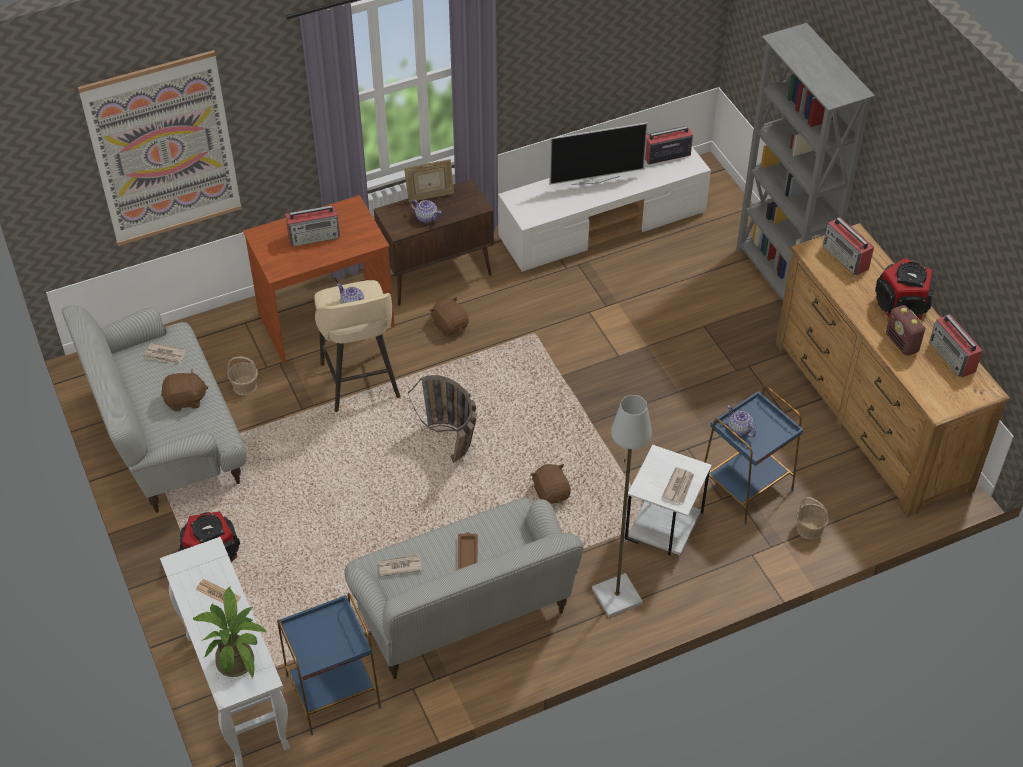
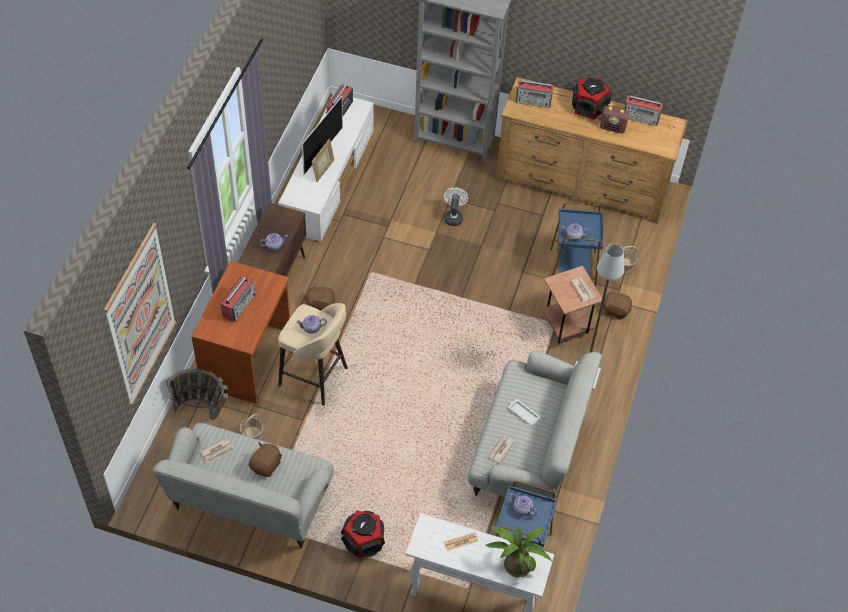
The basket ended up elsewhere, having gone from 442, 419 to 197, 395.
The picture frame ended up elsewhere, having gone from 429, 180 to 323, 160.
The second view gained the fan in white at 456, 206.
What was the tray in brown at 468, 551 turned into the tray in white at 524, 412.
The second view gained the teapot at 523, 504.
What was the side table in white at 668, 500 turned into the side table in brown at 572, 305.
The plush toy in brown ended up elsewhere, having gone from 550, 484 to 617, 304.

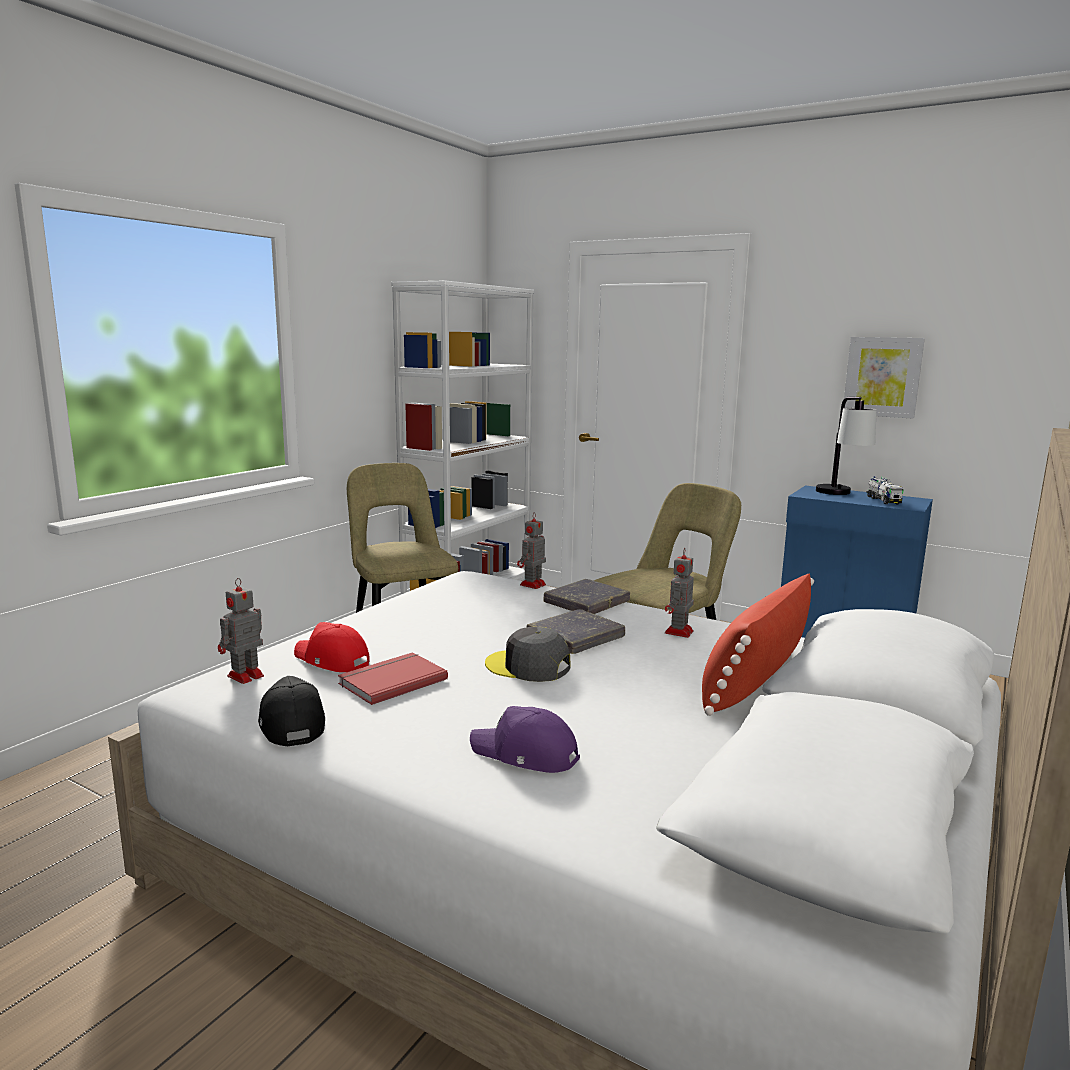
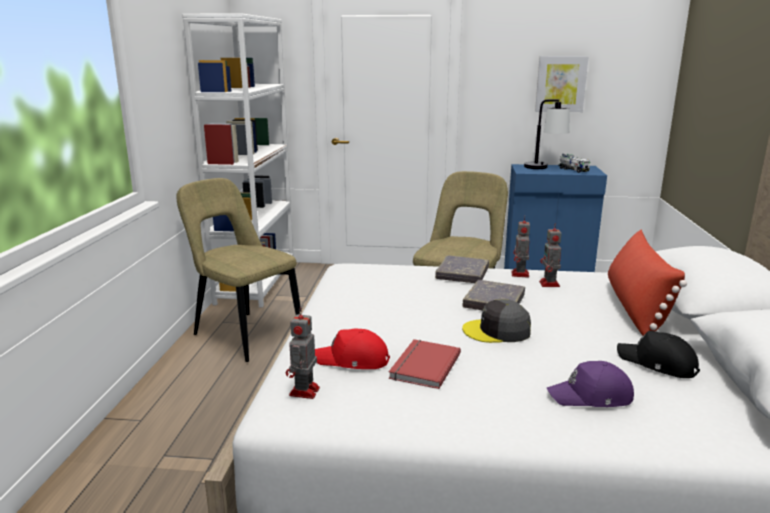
The toy robot ended up elsewhere, having gone from 531, 550 to 521, 247.
The cap in black ended up elsewhere, having gone from 291, 711 to 658, 354.

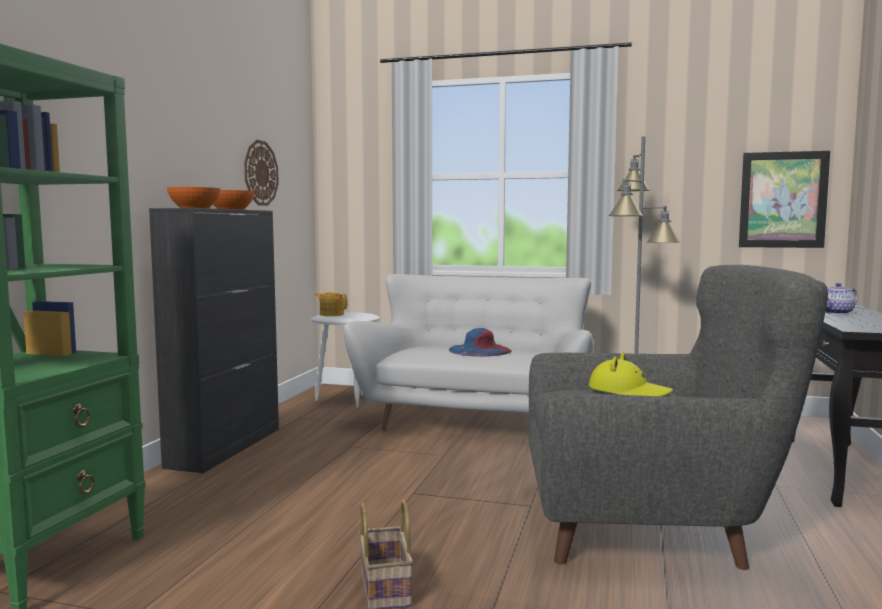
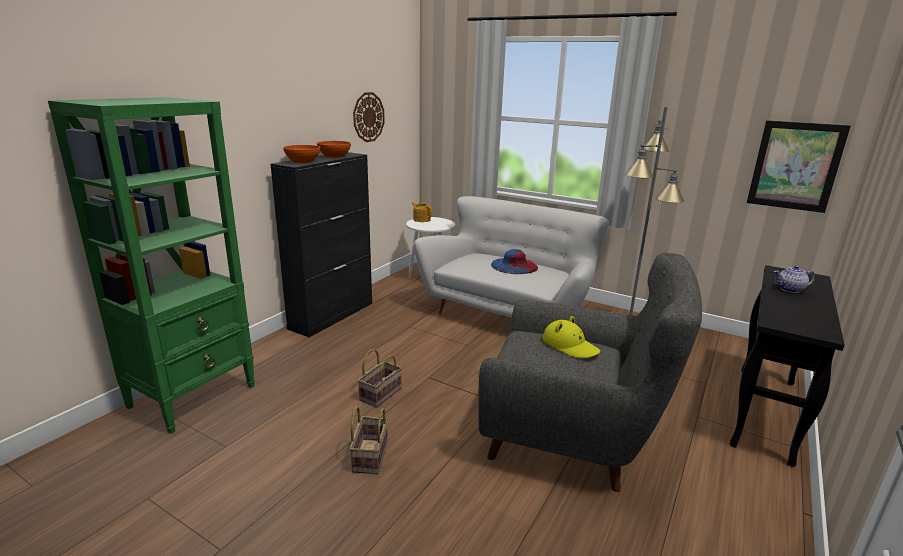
The second view gained the basket at 380, 378.

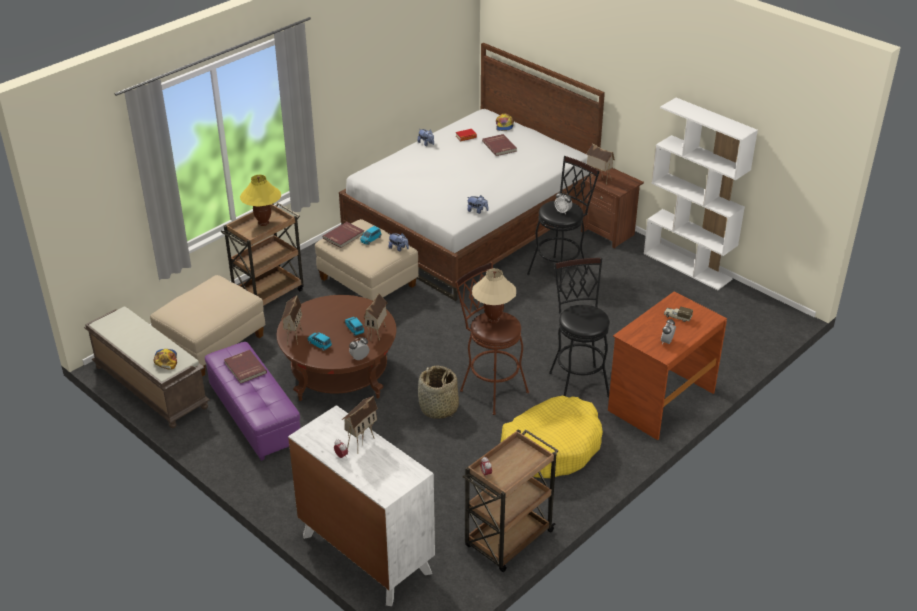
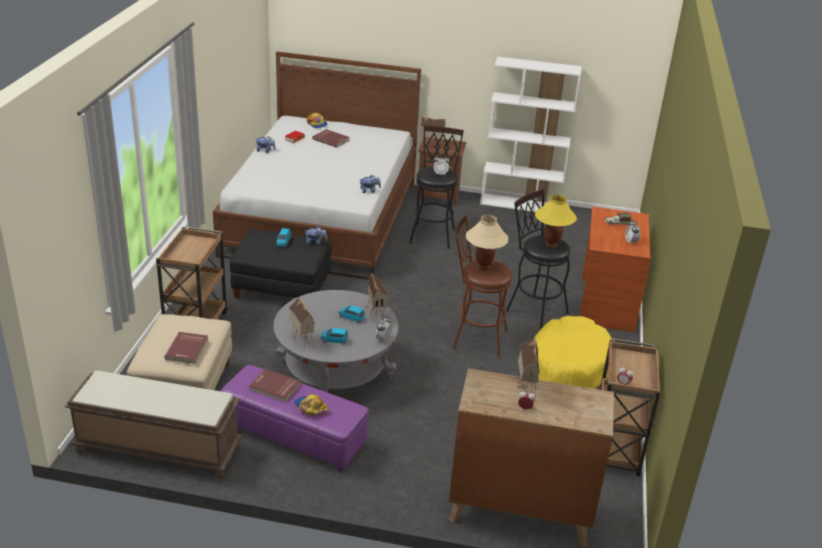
The book in red ended up elsewhere, having gone from 343, 235 to 186, 347.
What was the ottoman in beige at 367, 260 turned into the ottoman in black at 280, 264.
What was the coffee table in brown at 336, 348 turned into the coffee table in grey at 336, 341.
The cap ended up elsewhere, having gone from 165, 359 to 311, 405.
What was the dresser in white at 361, 505 turned into the dresser in brown at 531, 457.
The table lamp in yellow ended up elsewhere, having gone from 260, 200 to 556, 221.
The second view lost the basket at 438, 392.

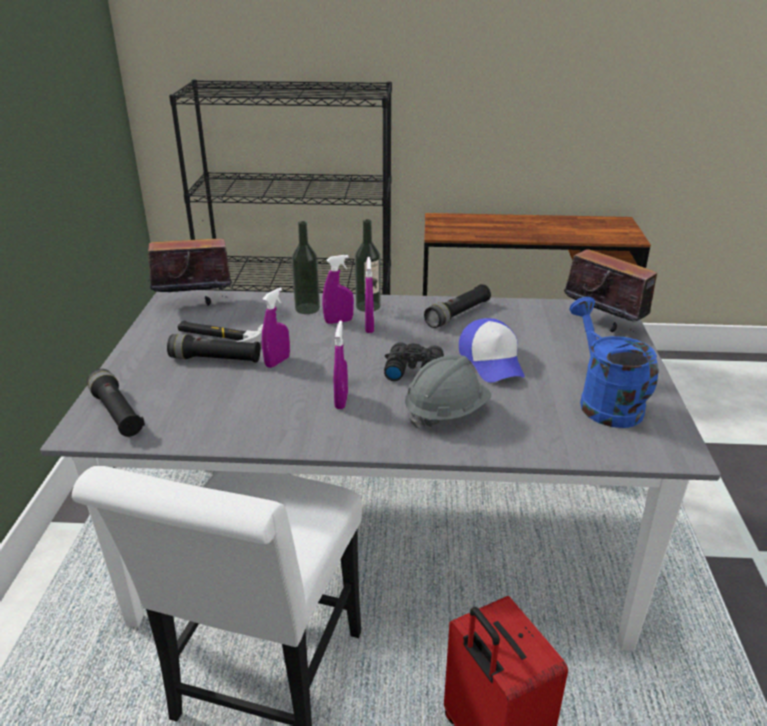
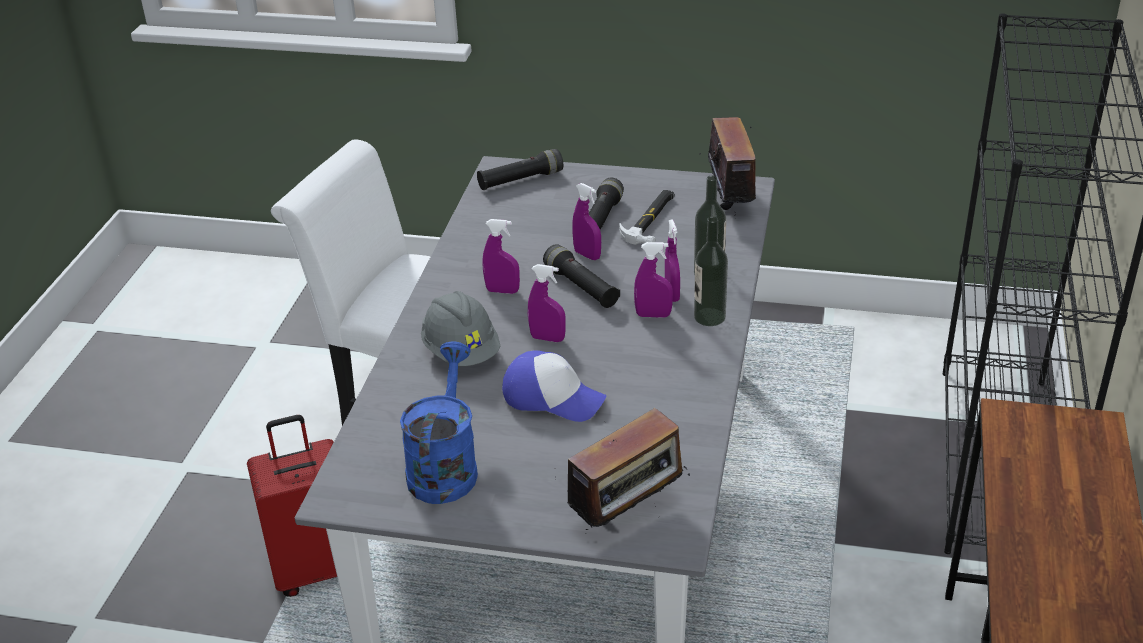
The watering can in blue at 613, 362 ended up facing another way, 75 degrees counterclockwise from before.
The cap at 492, 350 ended up facing another way, 150 degrees counterclockwise from before.
Where the binoculars in black stood at 414, 361, the spray bottle in purple came to stand at 547, 303.
The flashlight in black ended up elsewhere, having gone from 457, 306 to 581, 276.

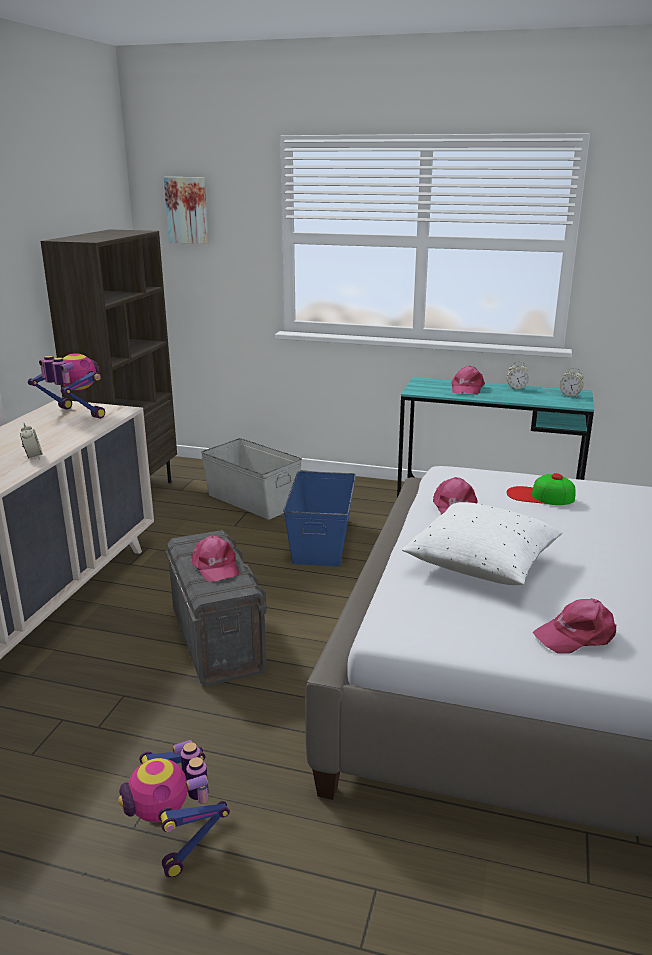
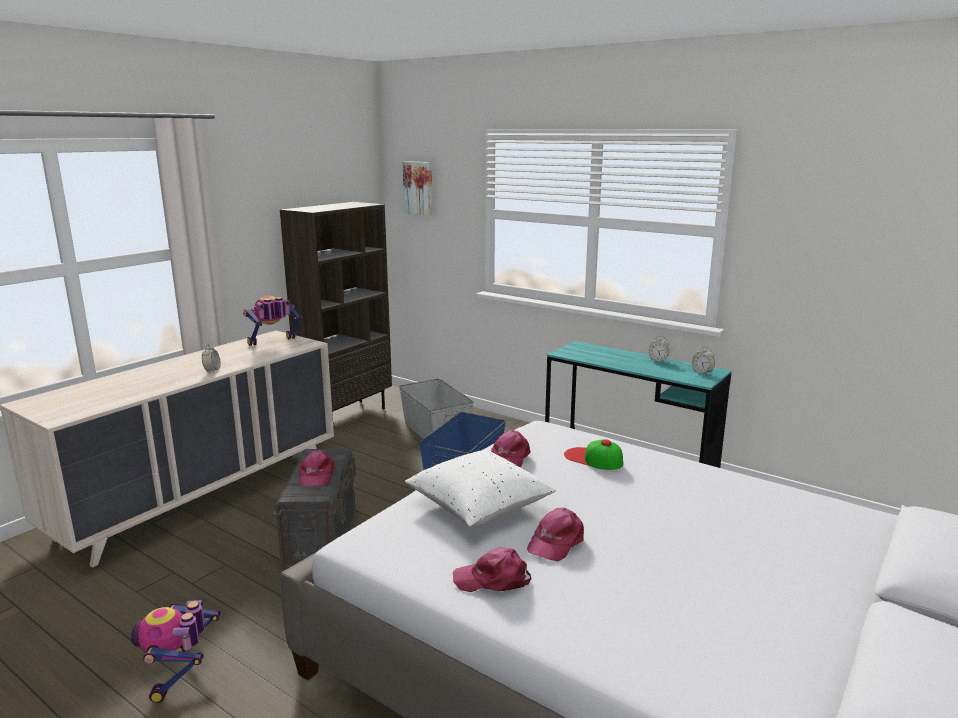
The toy robot at 66, 386 ended up facing another way, 90 degrees counterclockwise from before.
The cap in pink ended up elsewhere, having gone from 468, 380 to 555, 534.

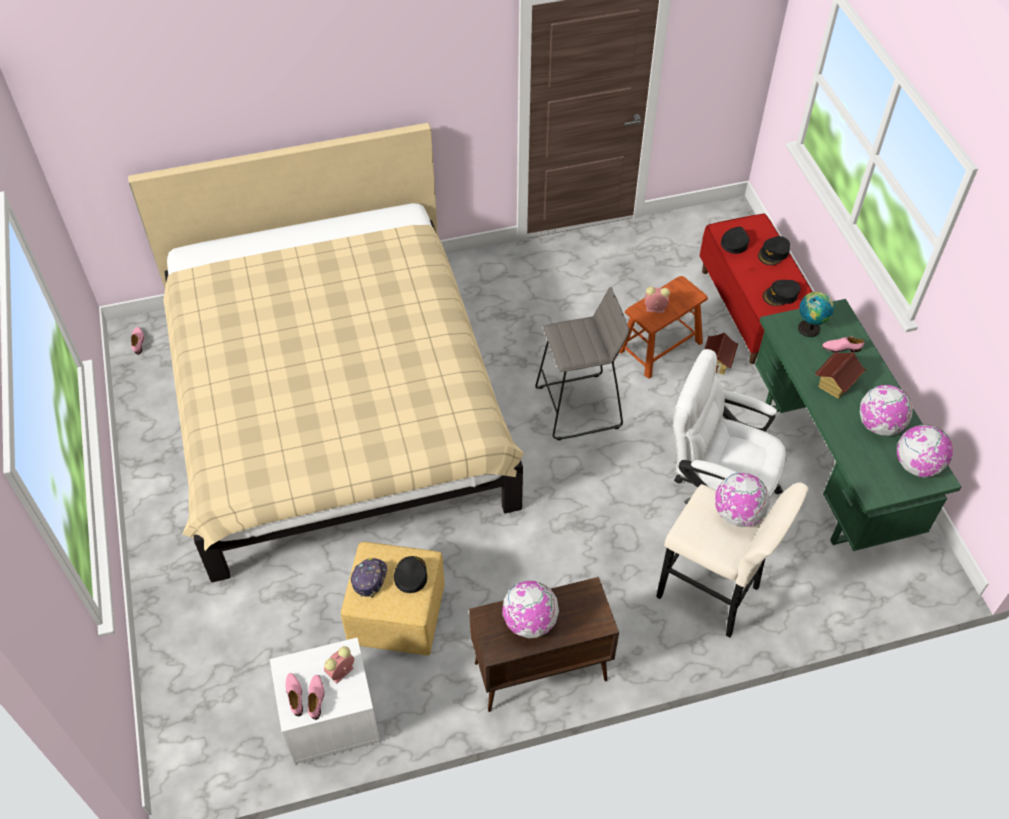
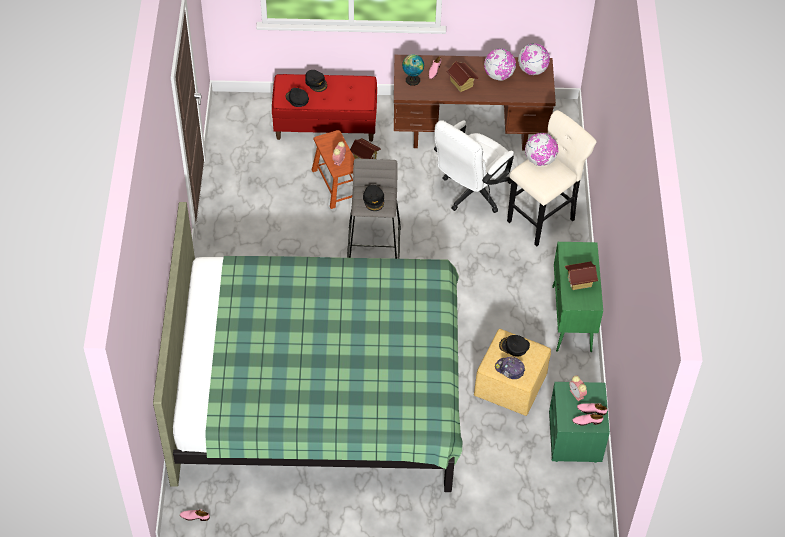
What was the bed in beige at 326, 352 turned into the bed in green at 307, 347.
The cap in black ended up elsewhere, having gone from 782, 293 to 373, 198.
What was the desk in green at 858, 425 turned into the desk in brown at 475, 103.
What was the nightstand in white at 325, 701 turned into the nightstand in green at 579, 422.
What was the cabinet in brown at 544, 644 turned into the cabinet in green at 577, 297.
Where the globe stood at 530, 609, the toy house came to stand at 581, 275.

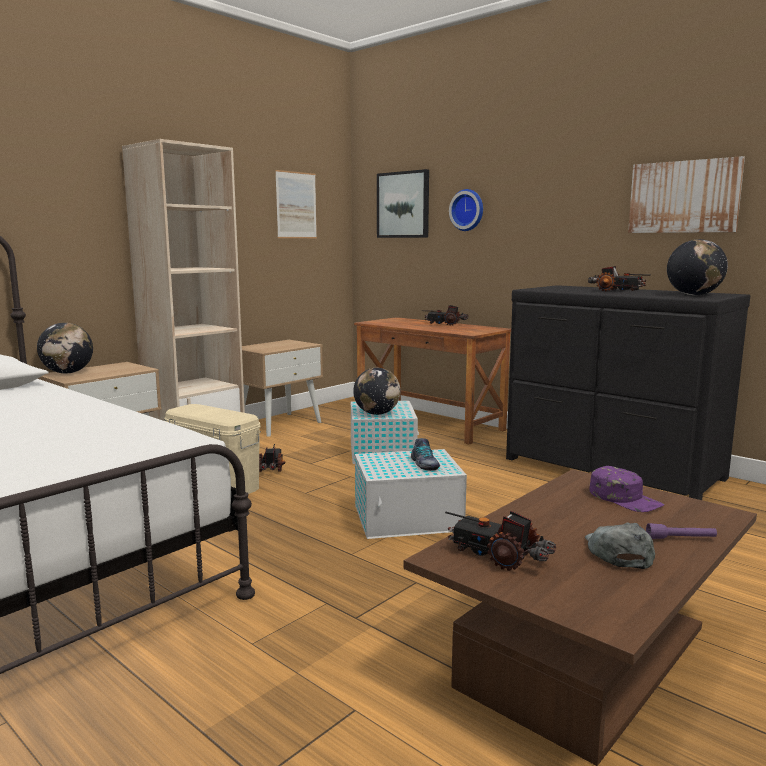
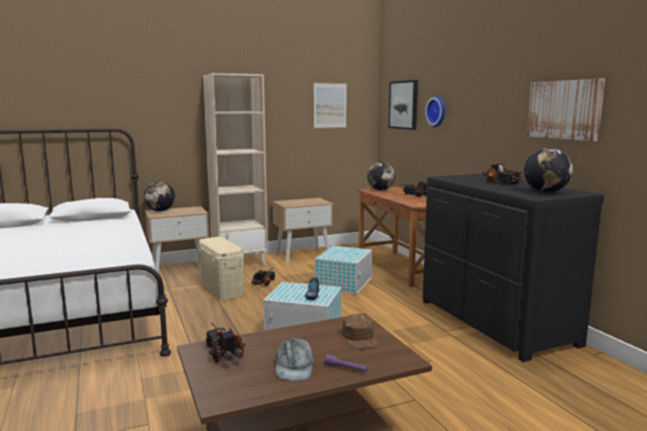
The cap in grey at 620, 546 ended up facing another way, 150 degrees clockwise from before.
What was the cap in purple at 626, 489 turned into the cap in brown at 360, 331.
The globe ended up elsewhere, having gone from 377, 391 to 381, 176.

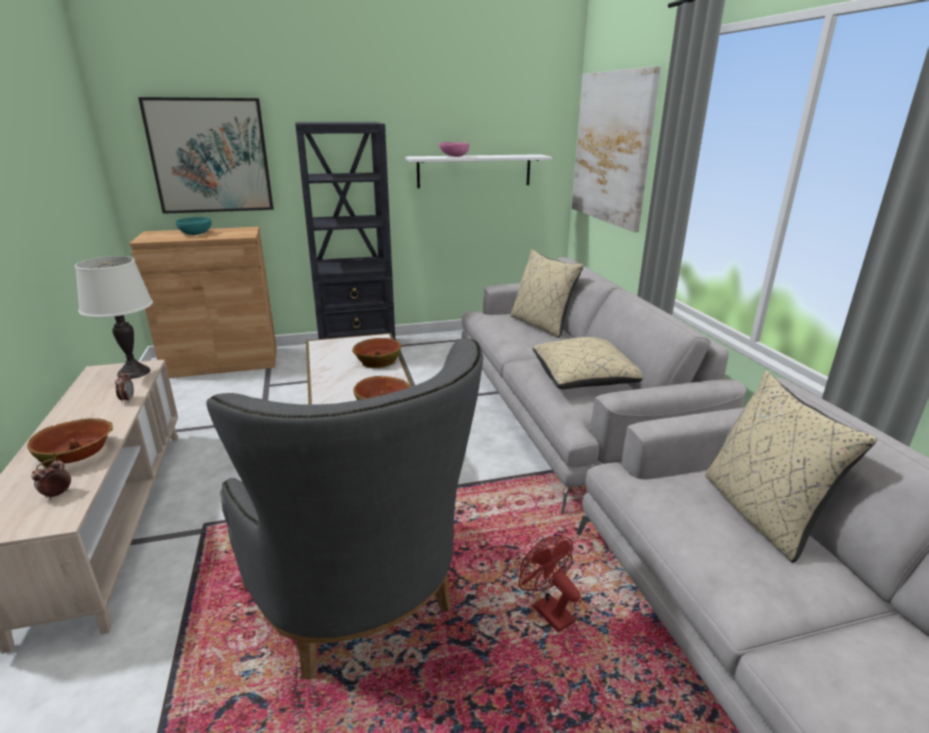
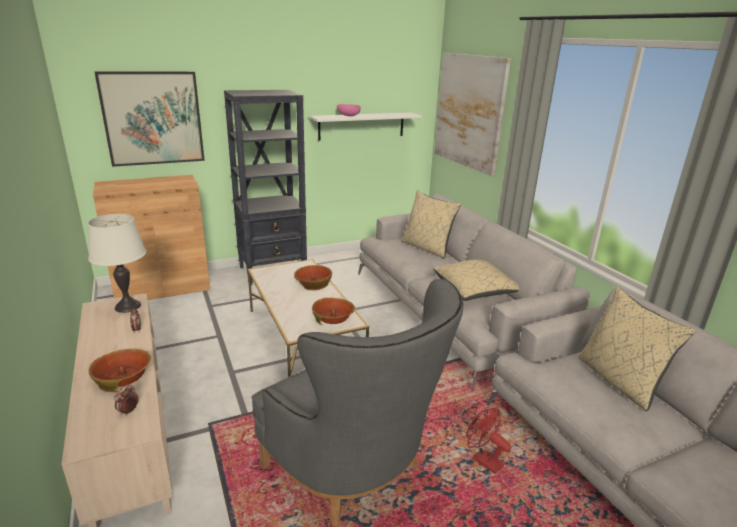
The second view lost the bowl in turquoise at 194, 226.

